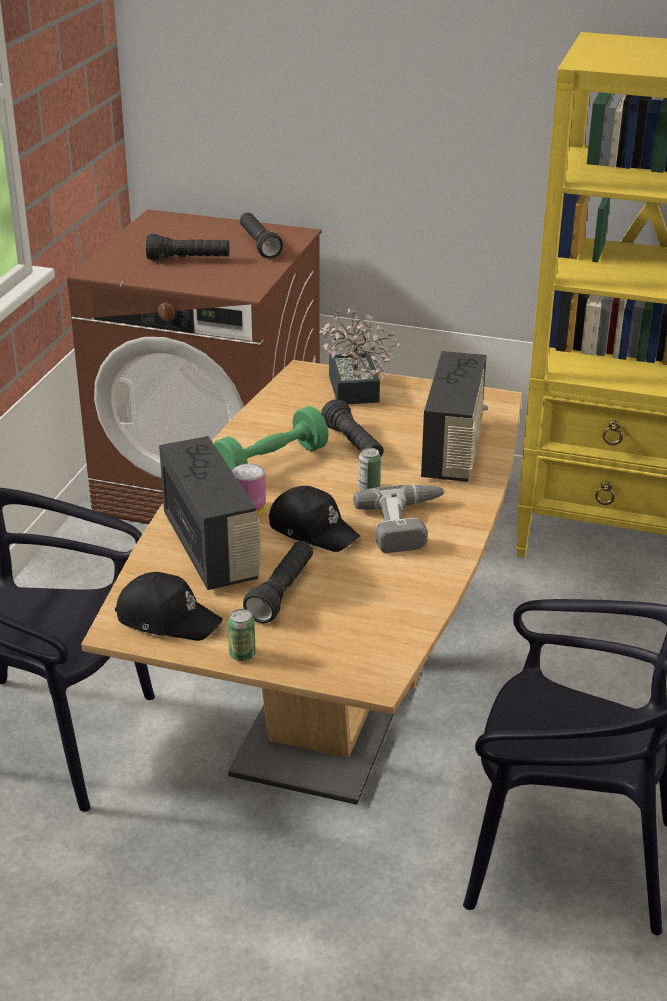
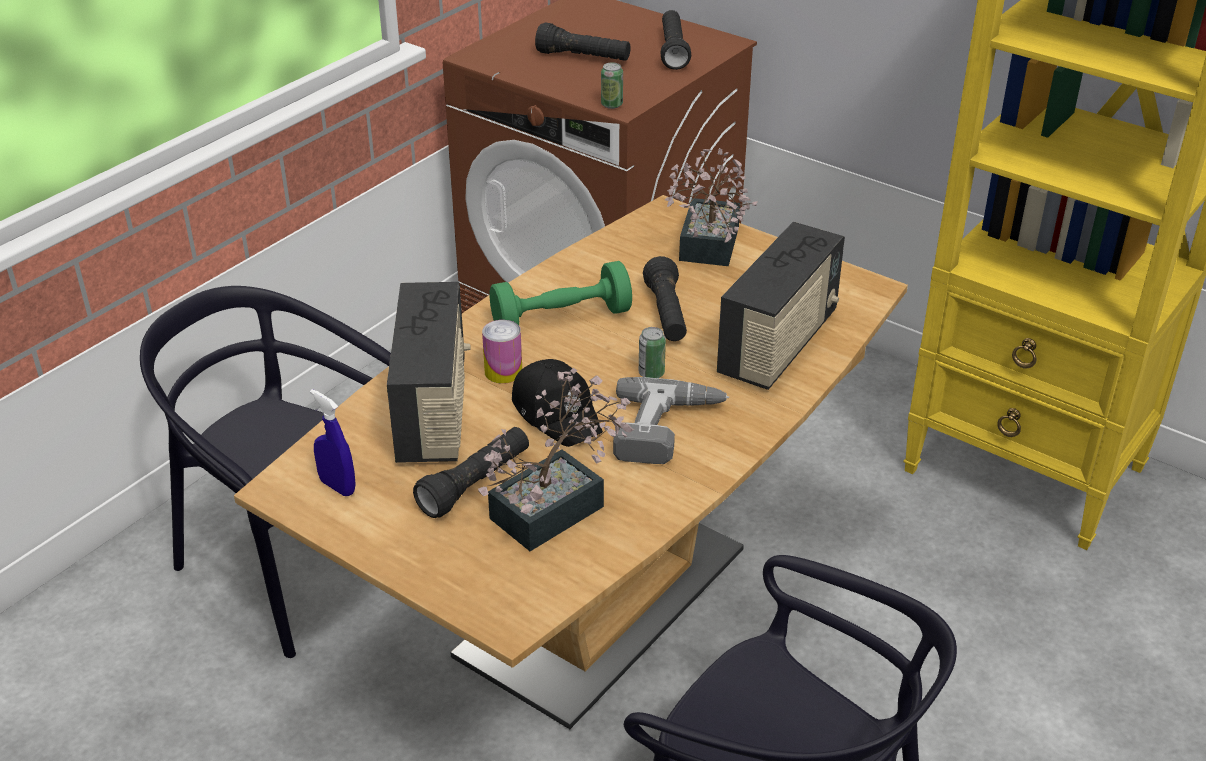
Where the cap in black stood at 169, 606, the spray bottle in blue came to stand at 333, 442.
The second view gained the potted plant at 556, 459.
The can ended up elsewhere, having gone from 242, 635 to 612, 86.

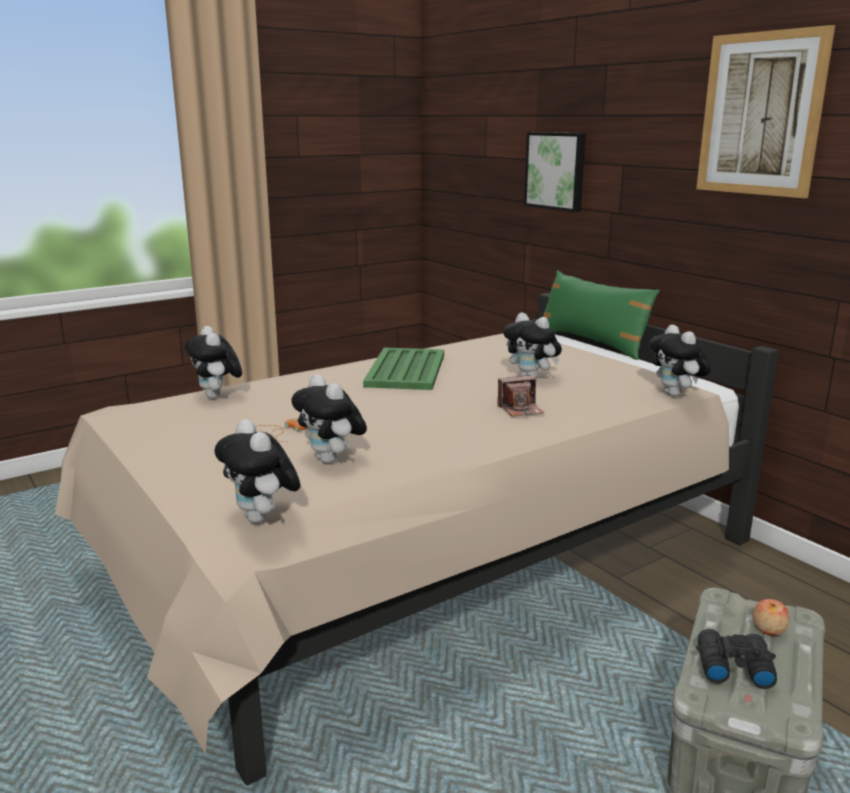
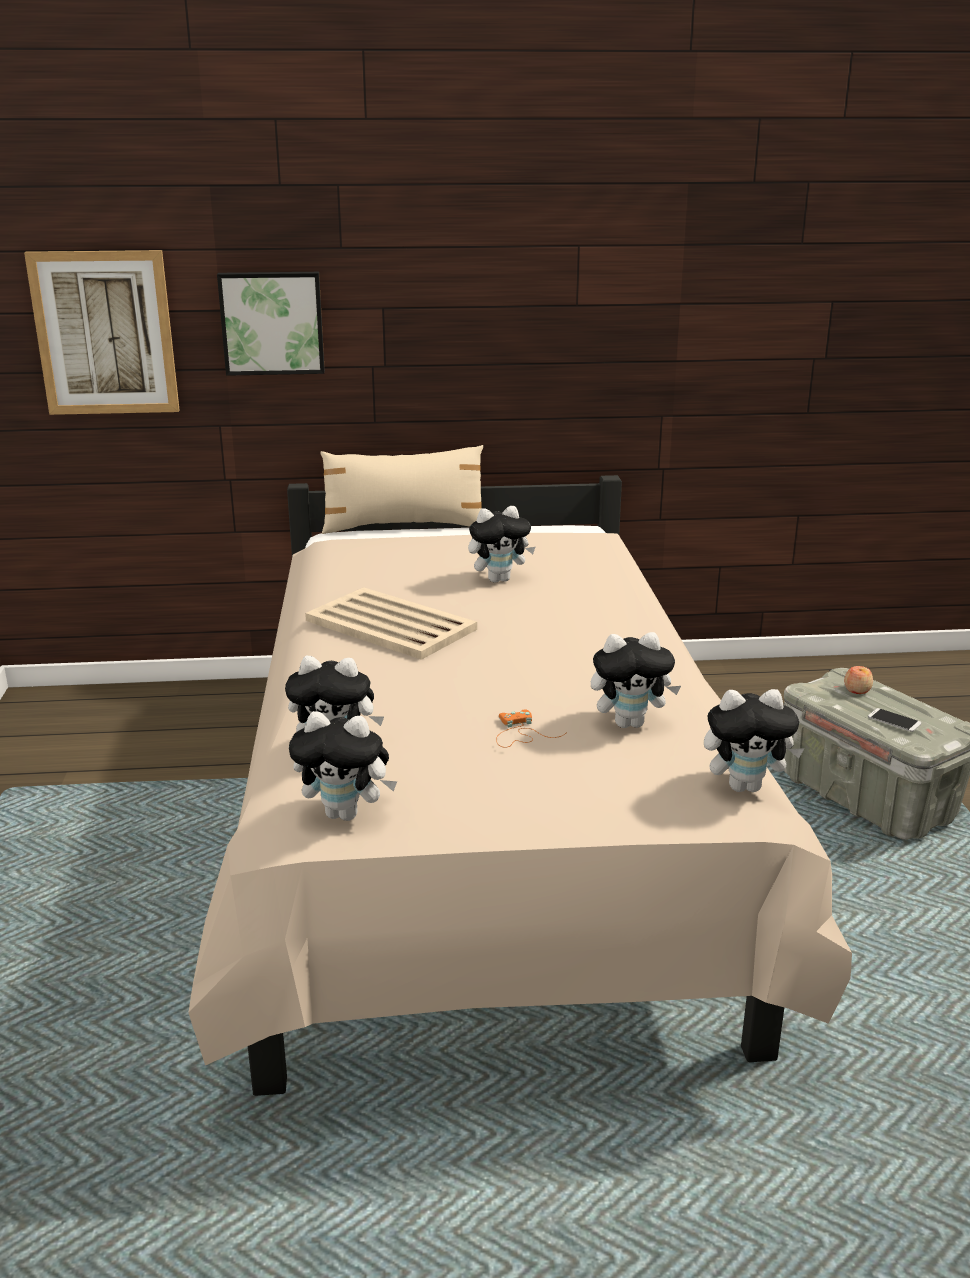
The picture ended up elsewhere, having gone from 765, 111 to 102, 332.
The plush toy ended up elsewhere, having gone from 680, 360 to 343, 766.
What was the tray in green at 403, 368 turned into the tray in beige at 391, 623.
What was the pillow in green at 601, 315 turned into the pillow in beige at 401, 489.
Where the binoculars in black stood at 736, 659, the phone came to stand at 894, 720.
The second view lost the photo camera at 521, 396.

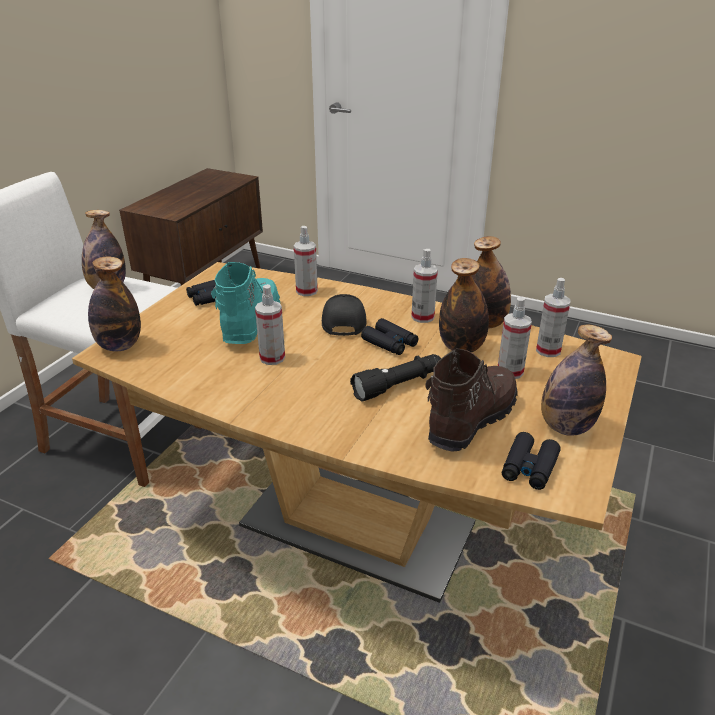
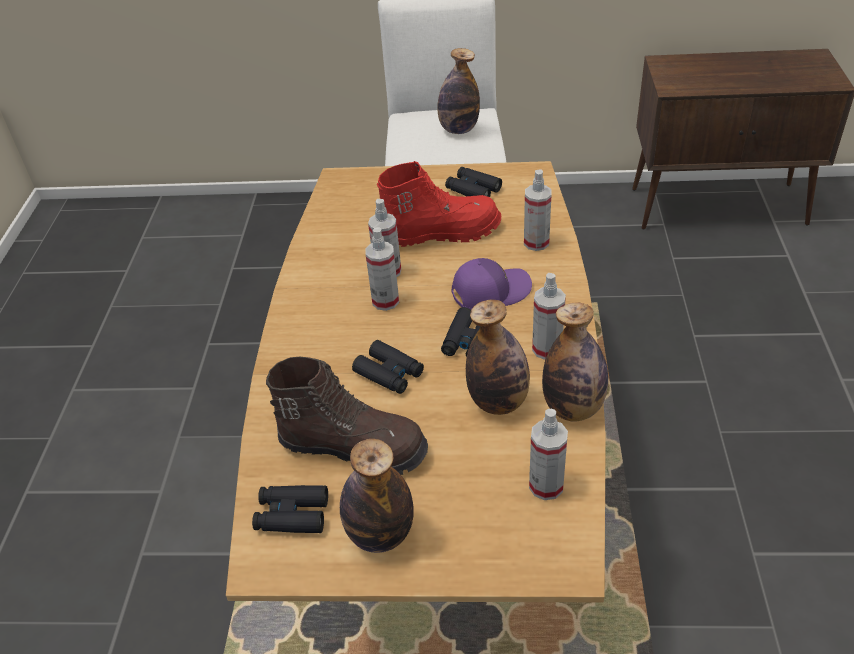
Where the flashlight in black stood at 395, 378, the binoculars in black came to stand at 388, 367.
The spray bottle ended up elsewhere, having gone from 515, 338 to 382, 269.
What was the boot in turquoise at 245, 303 turned into the boot in red at 439, 204.
What was the cap in black at 344, 315 turned into the cap in purple at 491, 284.
The second view lost the bottle at 114, 304.

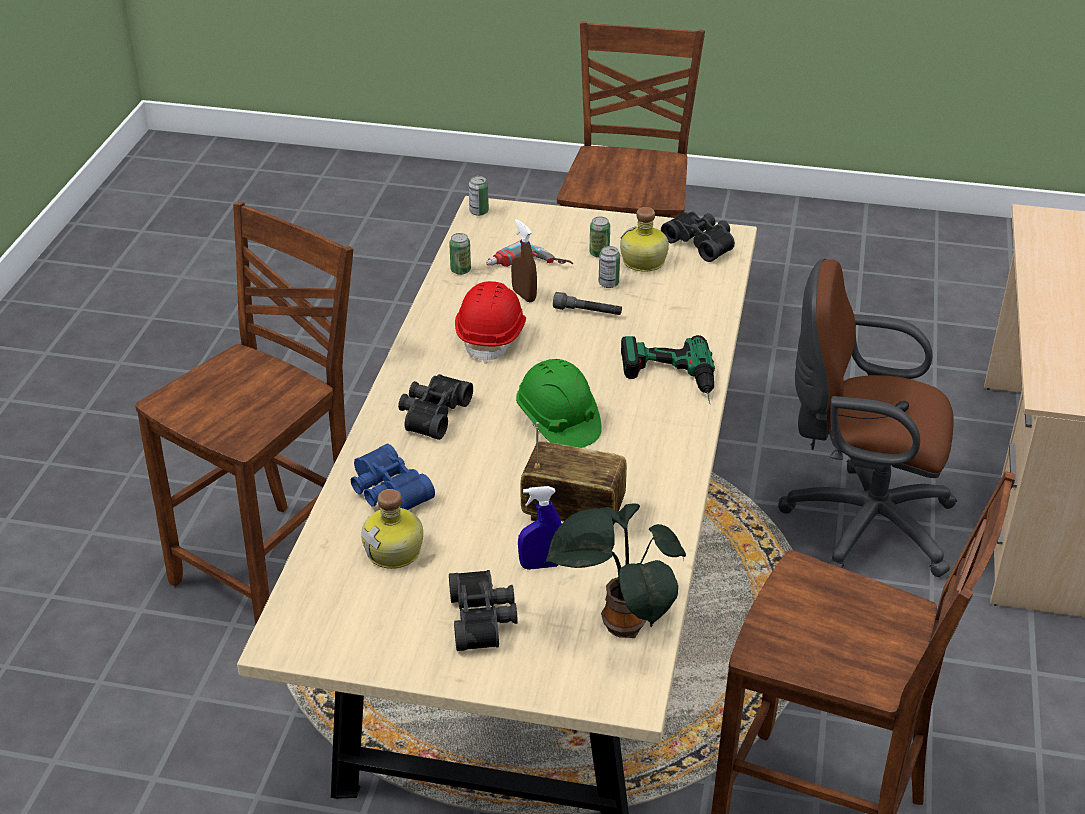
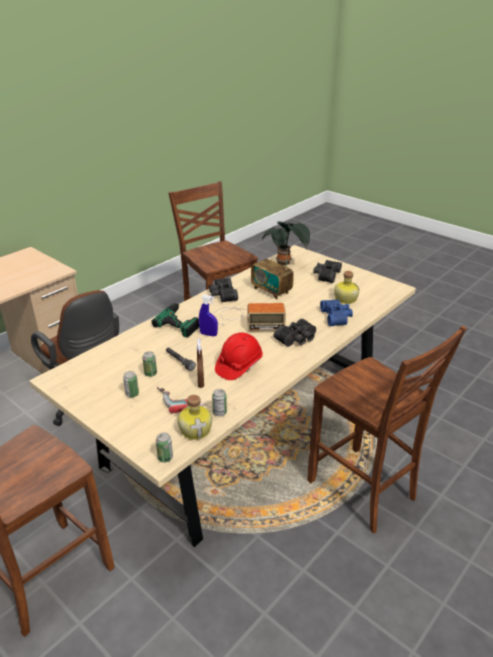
The bottle ended up elsewhere, having gone from 644, 239 to 195, 417.
The spray bottle in blue ended up elsewhere, having gone from 540, 528 to 208, 315.
The binoculars in black ended up elsewhere, having gone from 698, 237 to 223, 290.
Where the hard hat in green stood at 559, 403, the radio came to stand at 249, 317.
The chair in brown at 244, 412 ended up facing another way, 105 degrees counterclockwise from before.

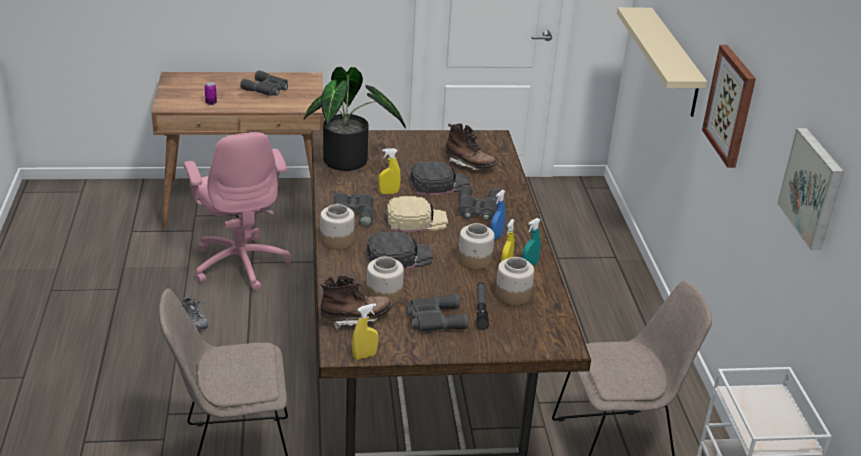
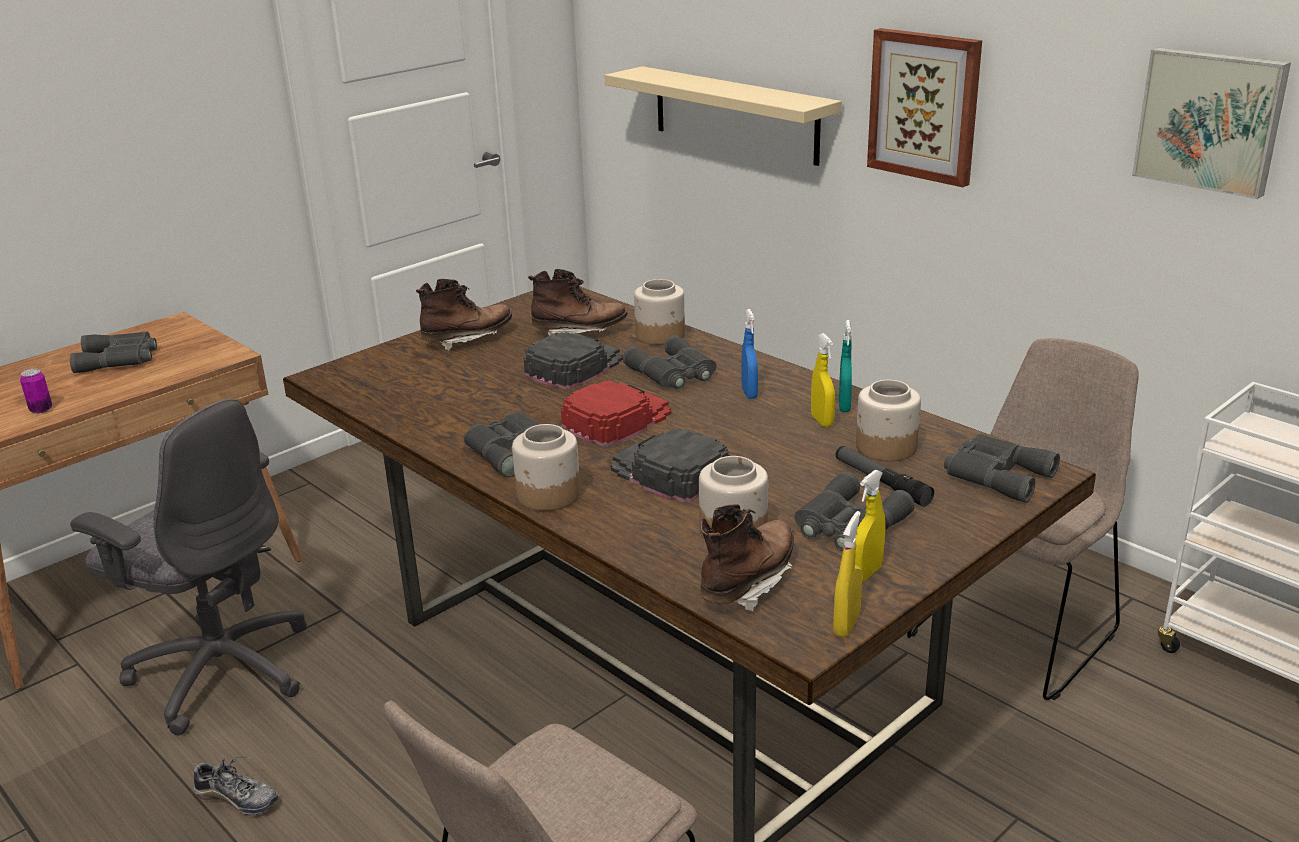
What was the office chair in pink at 237, 211 turned into the office chair in grey at 188, 567.
The second view gained the boot in brown at 464, 315.
What was the cap in beige at 417, 214 turned into the cap in red at 616, 414.
The cap in black at 400, 249 ended up facing another way, 90 degrees counterclockwise from before.
The jar ended up elsewhere, having gone from 476, 246 to 659, 312.
The spray bottle in yellow ended up elsewhere, having gone from 389, 171 to 870, 526.
The second view gained the binoculars in grey at 1002, 468.
The second view lost the potted plant at 355, 119.

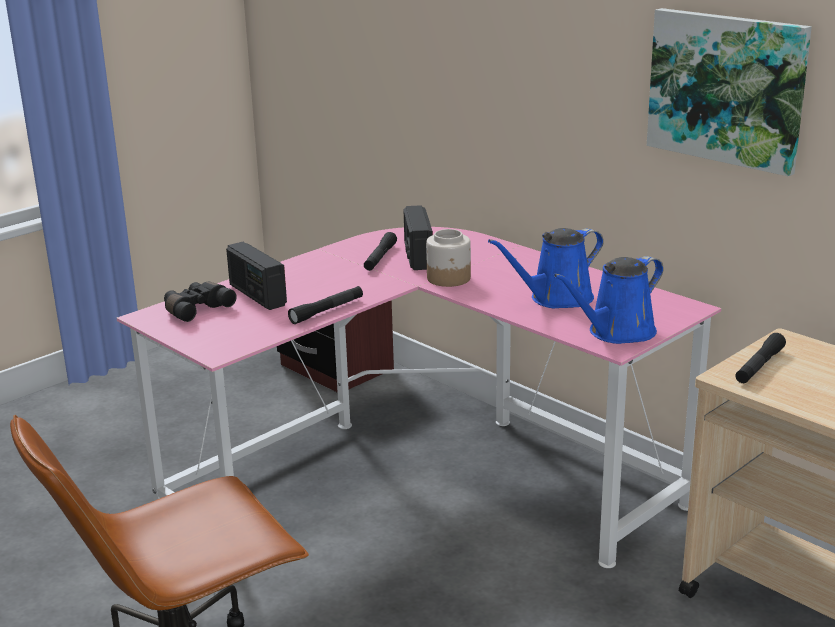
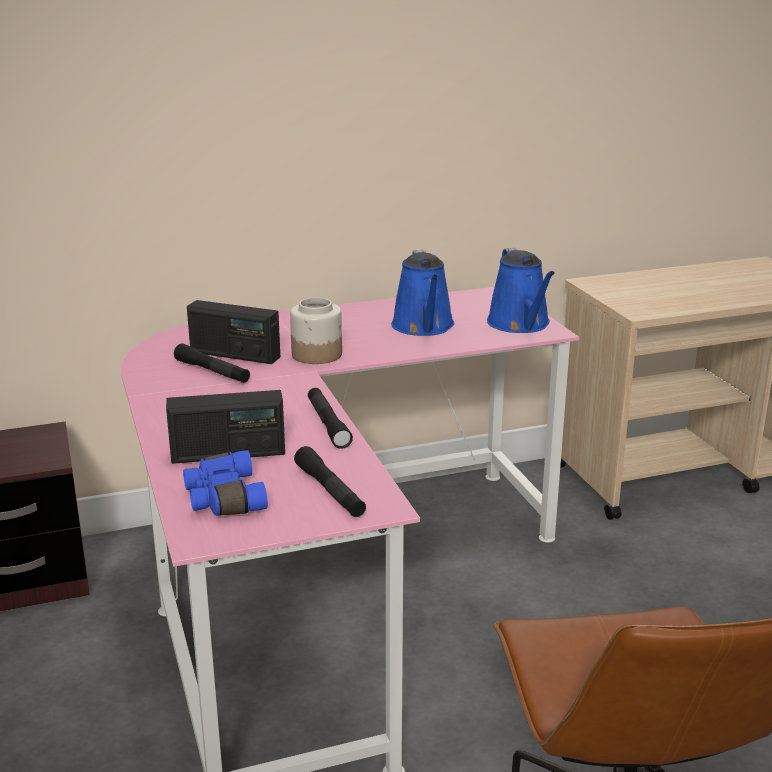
What was the binoculars in black at 200, 302 turned into the binoculars in blue at 225, 483.
The flashlight in black ended up elsewhere, having gone from 760, 358 to 330, 481.
The second view lost the picture at 729, 92.

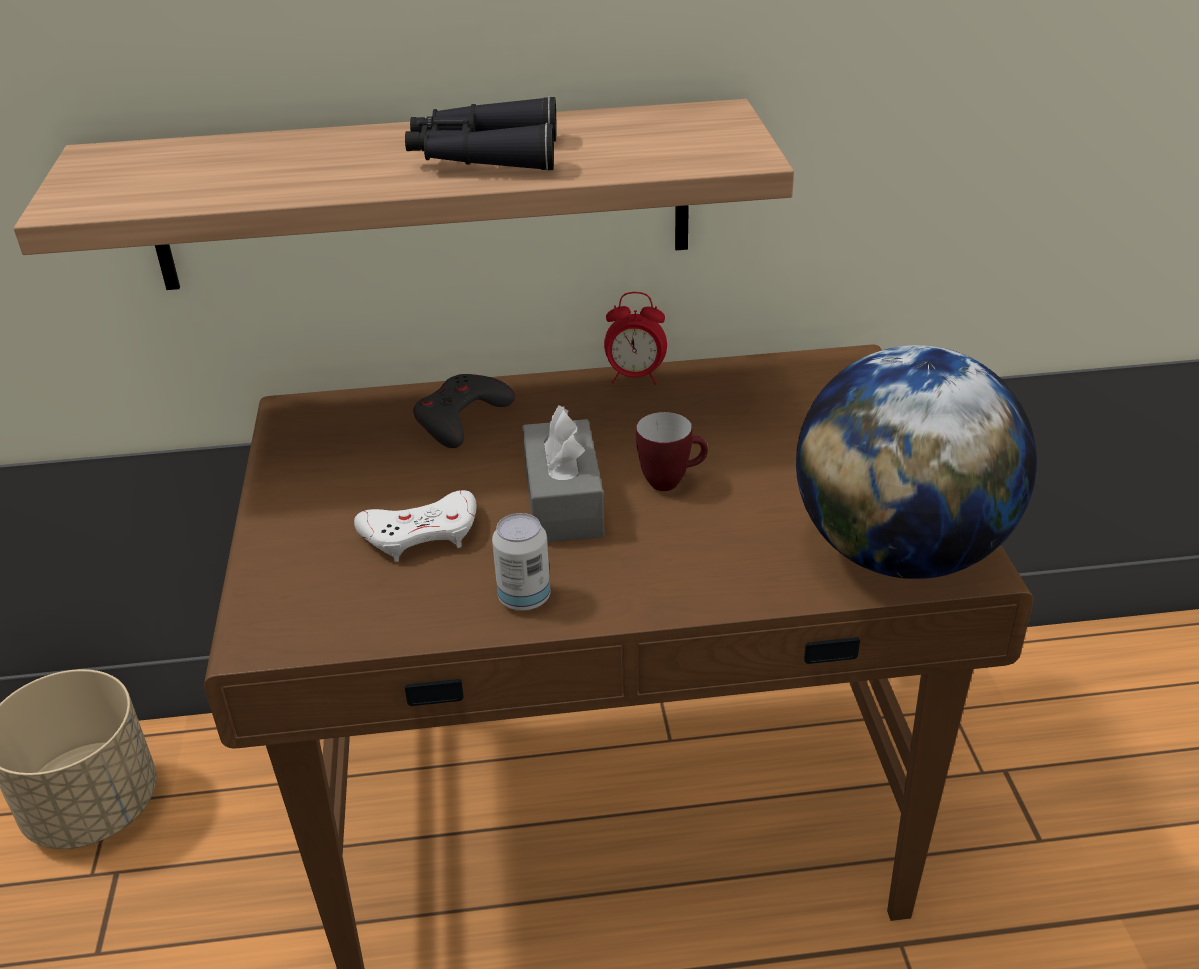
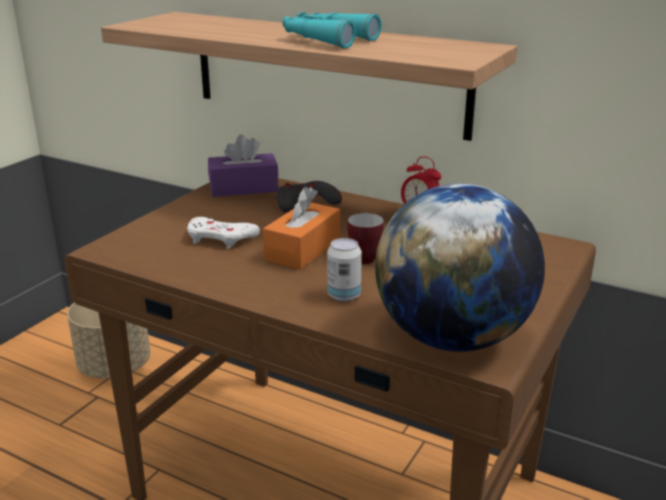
The second view gained the tissue box in purple at 243, 165.
What was the tissue box in grey at 563, 473 turned into the tissue box in orange at 301, 228.
What was the binoculars in black at 480, 133 turned into the binoculars in turquoise at 332, 30.
The can ended up elsewhere, having gone from 521, 562 to 344, 270.

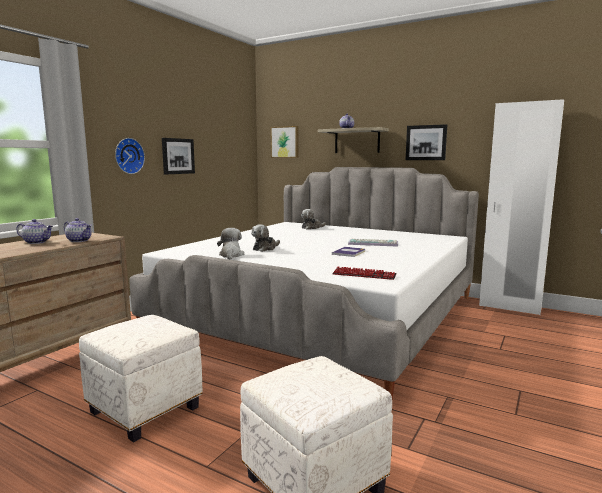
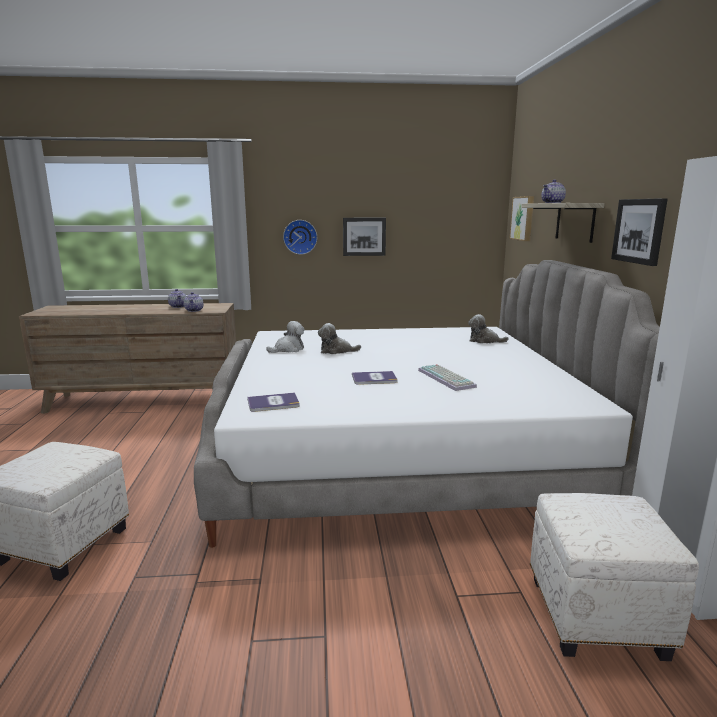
Where the keyboard stood at 364, 273, the book came to stand at 273, 402.
The ottoman in white ended up elsewhere, having gone from 141, 379 to 614, 577.

